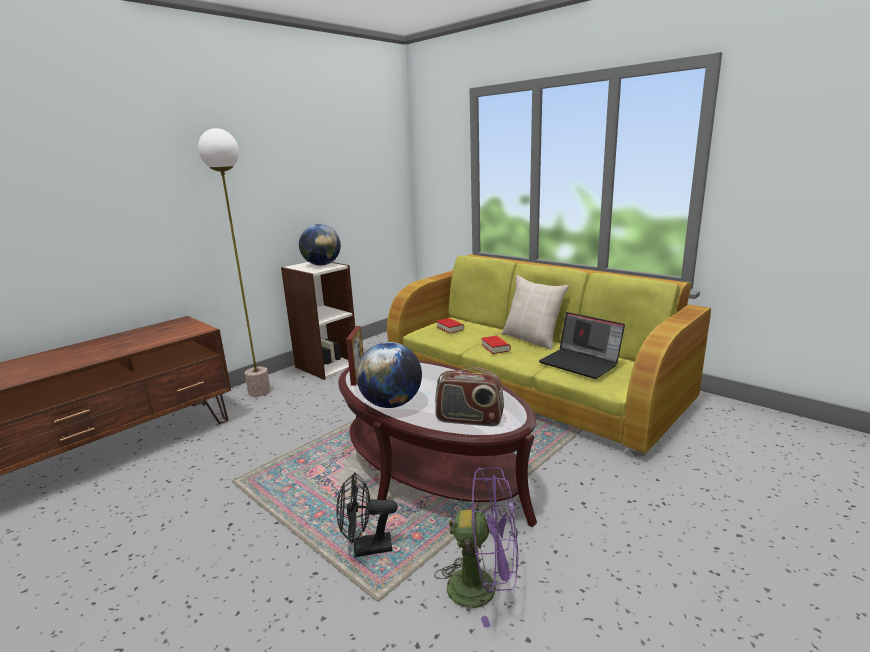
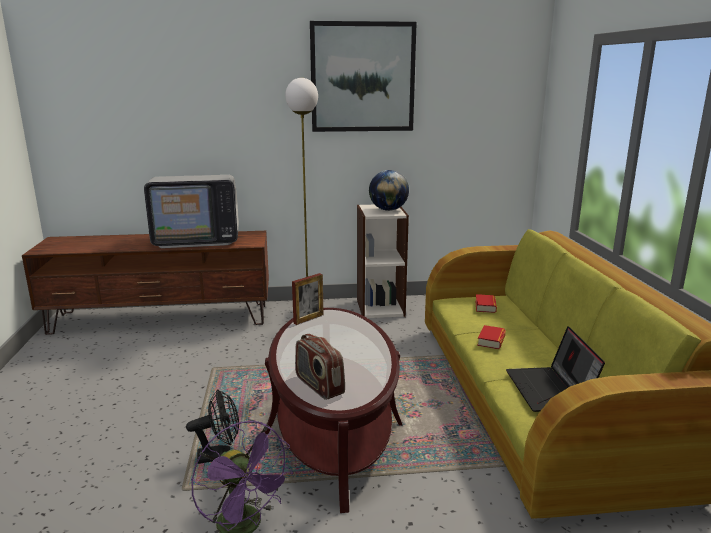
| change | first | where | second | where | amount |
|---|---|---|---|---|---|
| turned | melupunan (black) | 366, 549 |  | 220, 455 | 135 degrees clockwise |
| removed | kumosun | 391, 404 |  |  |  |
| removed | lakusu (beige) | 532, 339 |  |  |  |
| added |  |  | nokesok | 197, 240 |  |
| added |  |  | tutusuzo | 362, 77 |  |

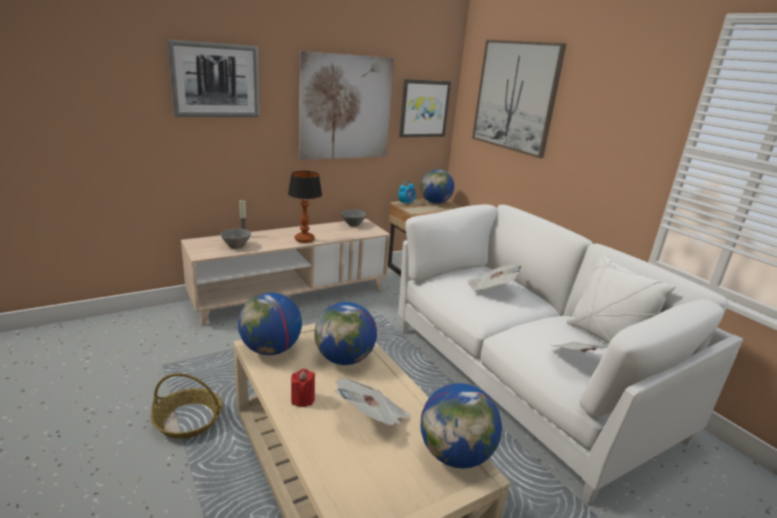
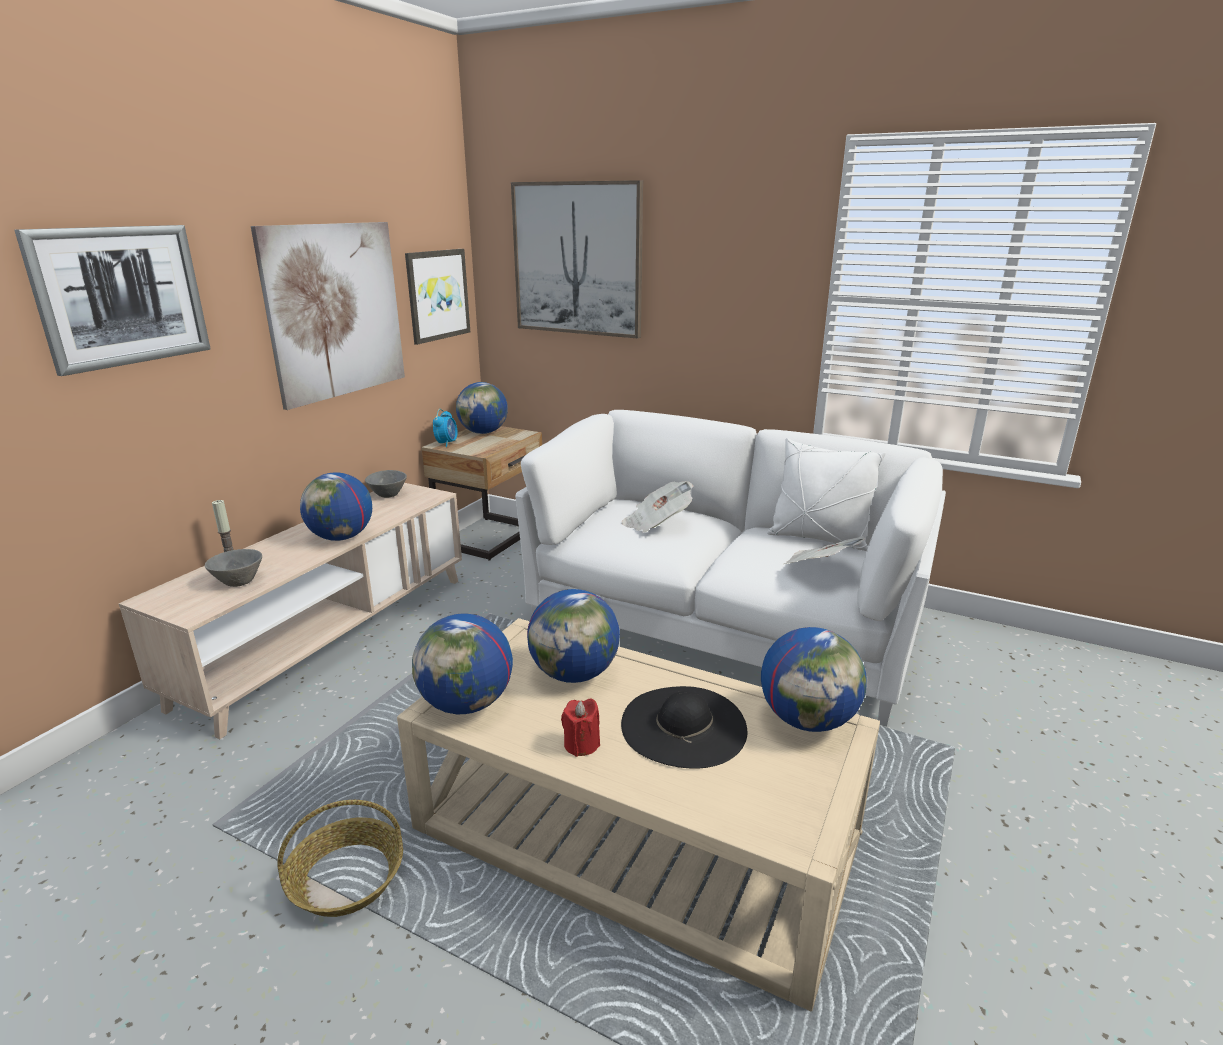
| change | first | where | second | where | amount |
|---|---|---|---|---|---|
| replaced | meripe | 305, 240 | kumosun | 341, 537 |  |
| replaced | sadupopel | 372, 418 | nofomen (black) | 683, 725 |  |

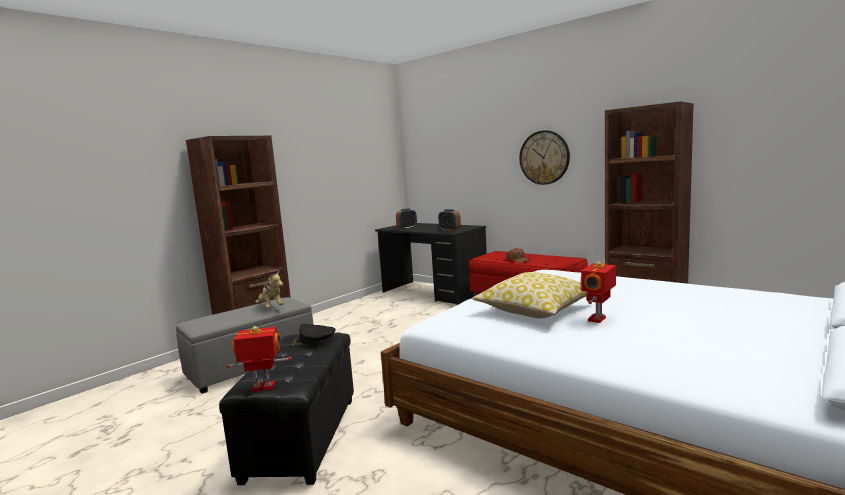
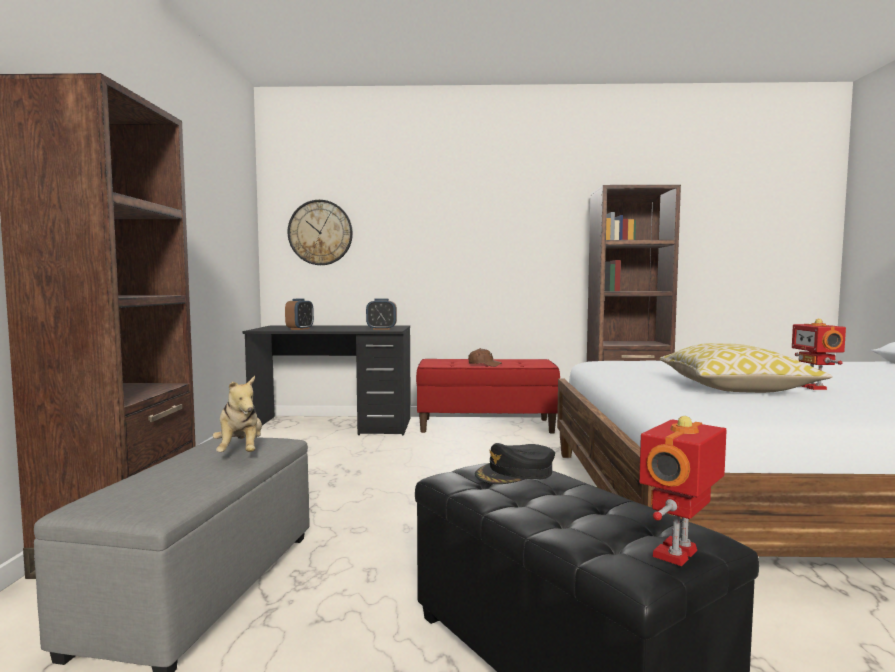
| change | first | where | second | where | amount |
|---|---|---|---|---|---|
| turned | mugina | 270, 308 |  | 241, 453 | 60 degrees clockwise |
| moved | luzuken | 544, 157 |  | 320, 232 |  |

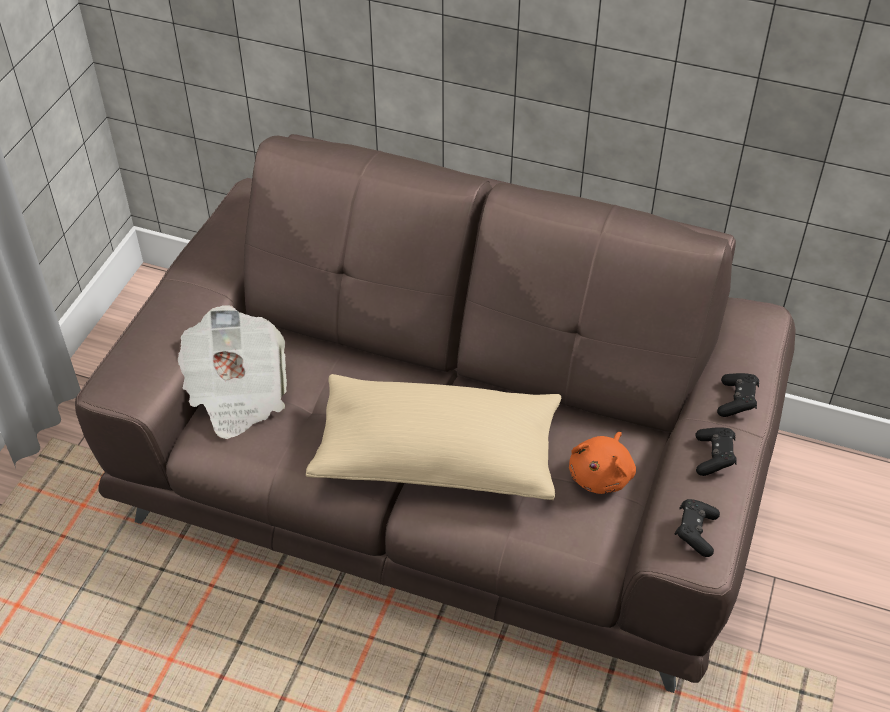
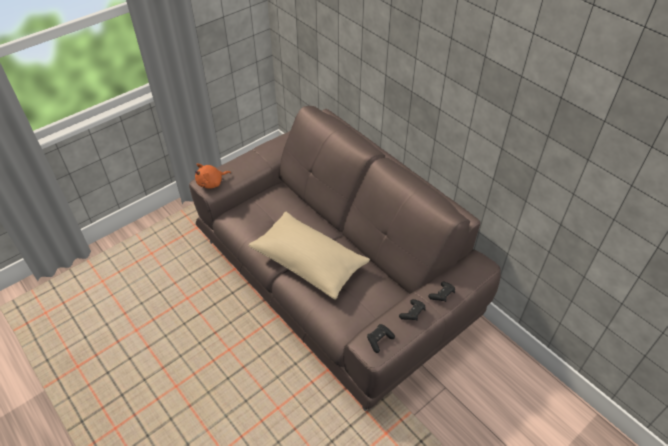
| change | first | where | second | where | amount |
|---|---|---|---|---|---|
| removed | sadupopel | 236, 393 |  |  |  |
| moved | mugina (orange) | 602, 475 |  | 212, 183 |  |

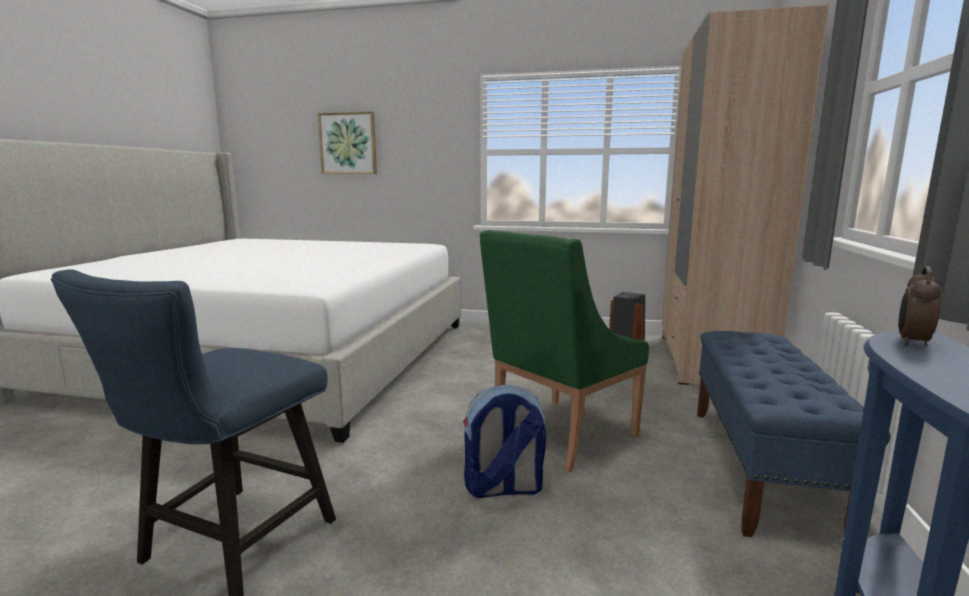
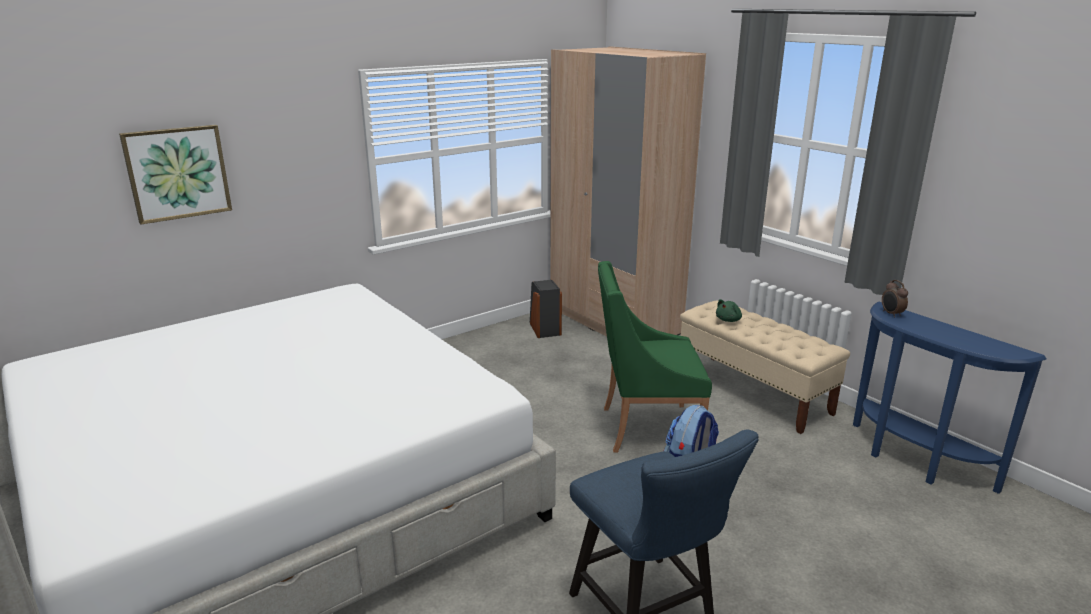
| change | first | where | second | where | amount |
|---|---|---|---|---|---|
| turned | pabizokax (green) | 559, 434 |  | 646, 428 | 90 degrees clockwise |
| recoloured | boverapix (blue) | 761, 468 | boverapix (beige) | 753, 392 |  |
| added |  |  | mugina (green) | 729, 320 |  |

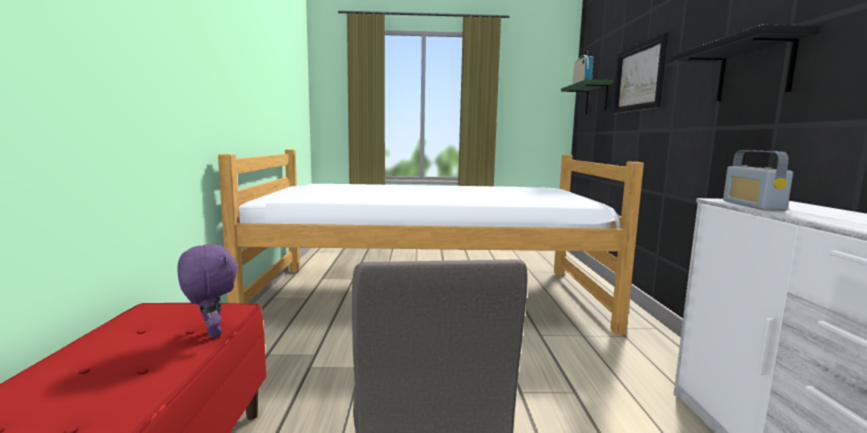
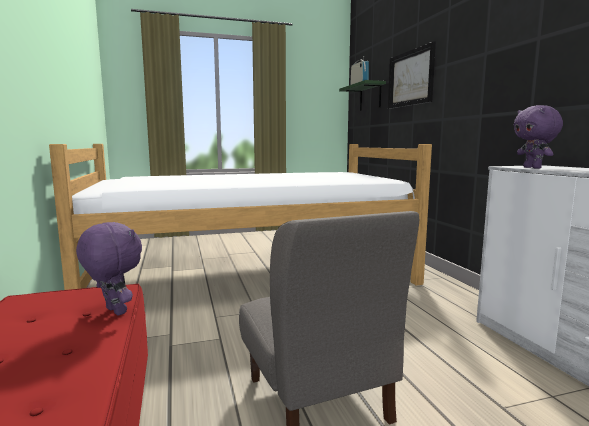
| change | first | where | second | where | amount |
|---|---|---|---|---|---|
| removed | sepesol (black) | 754, 70 |  |  |  |
| replaced | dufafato | 752, 205 | mugina (purple) | 533, 168 |  |

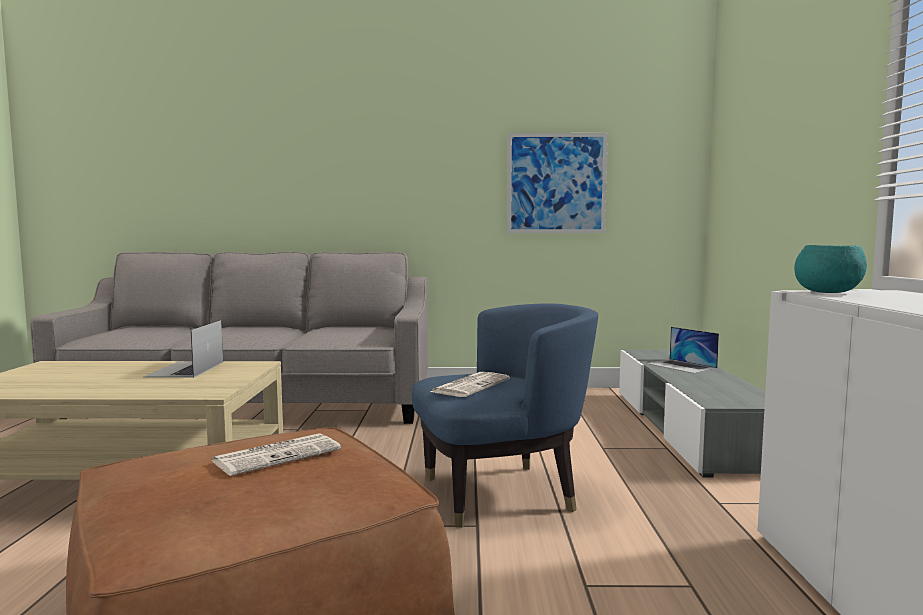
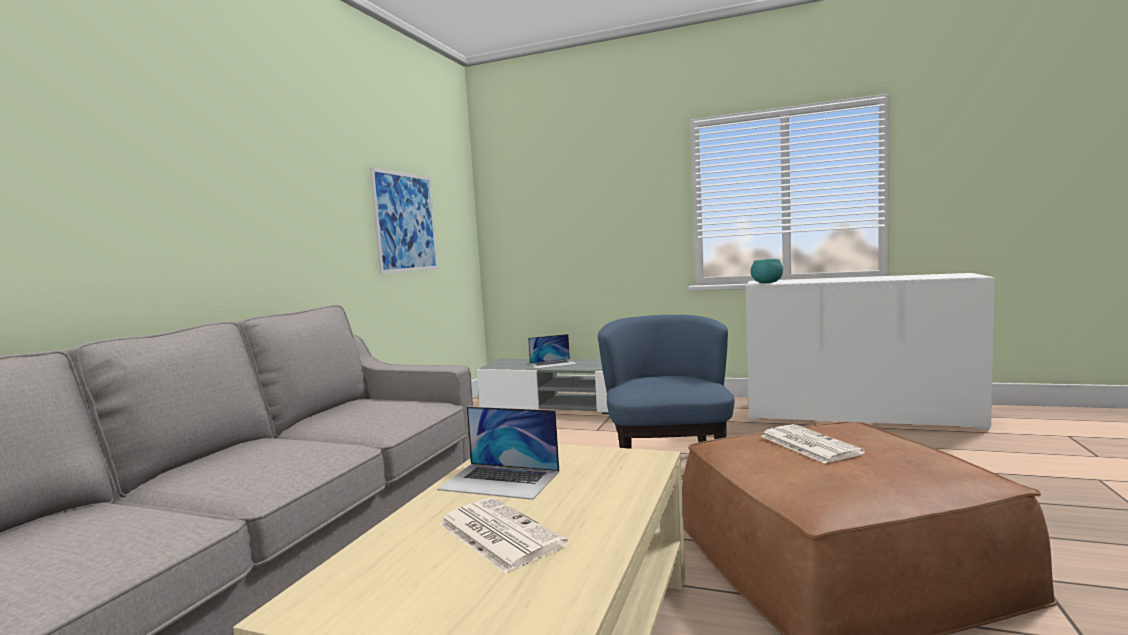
| change | first | where | second | where | amount |
|---|---|---|---|---|---|
| moved | sadupopel | 470, 385 |  | 497, 534 |  |

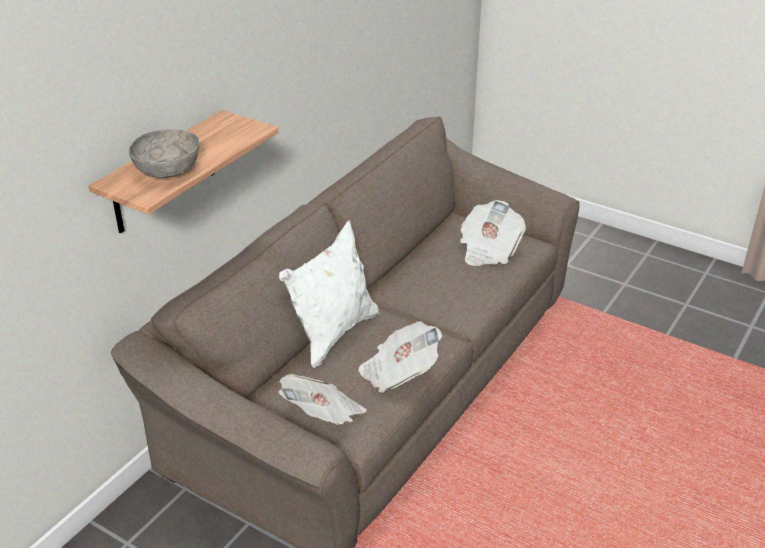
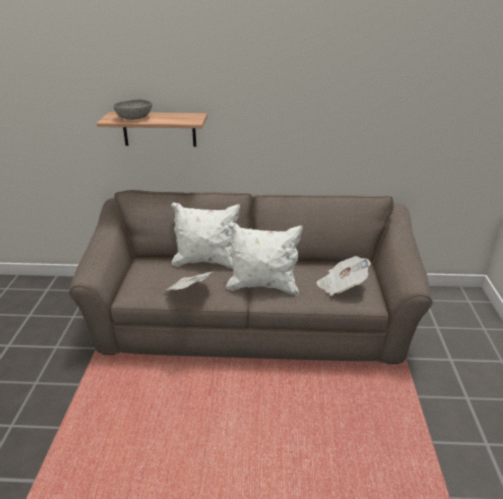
| change | first | where | second | where | amount |
|---|---|---|---|---|---|
| removed | sadupopel | 323, 416 |  |  |  |
| added |  |  | lakusu (white) | 263, 286 |  |

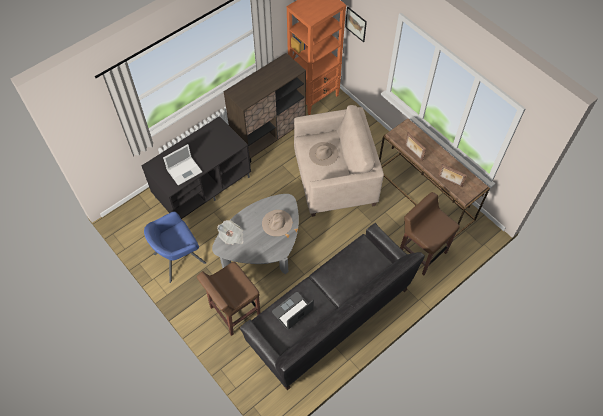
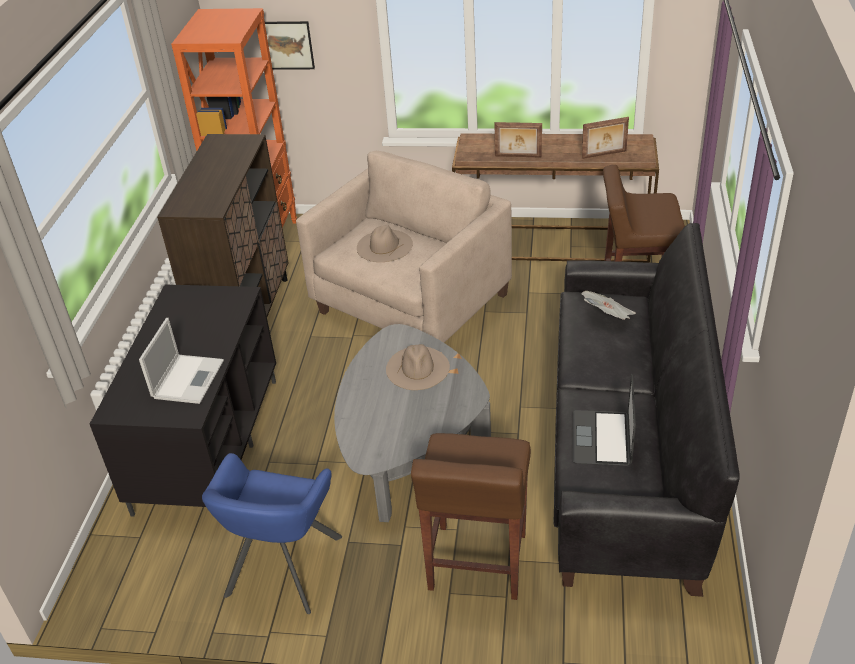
| change | first | where | second | where | amount |
|---|---|---|---|---|---|
| moved | sadupopel | 232, 237 |  | 608, 317 |  |

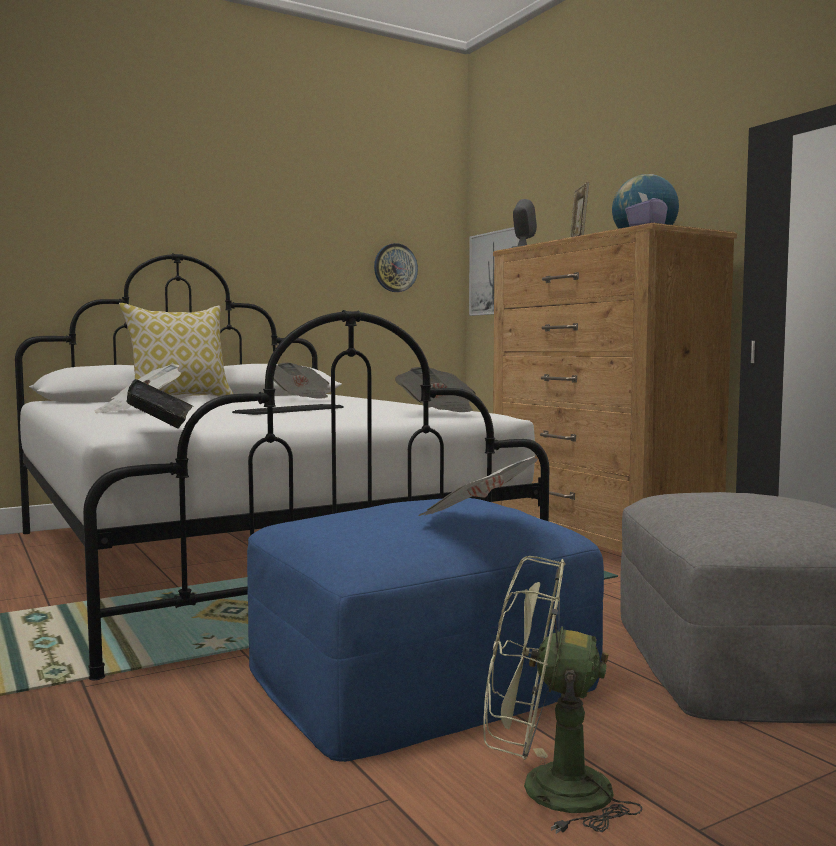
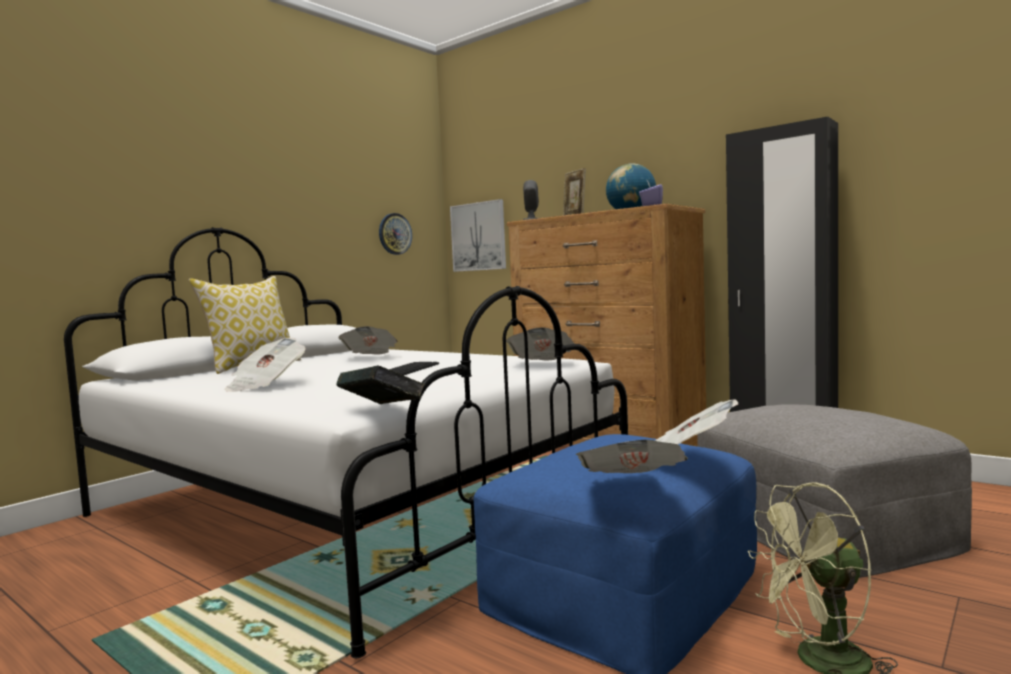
| change | first | where | second | where | amount |
|---|---|---|---|---|---|
| added |  |  | sadupopel | 632, 489 |  |

